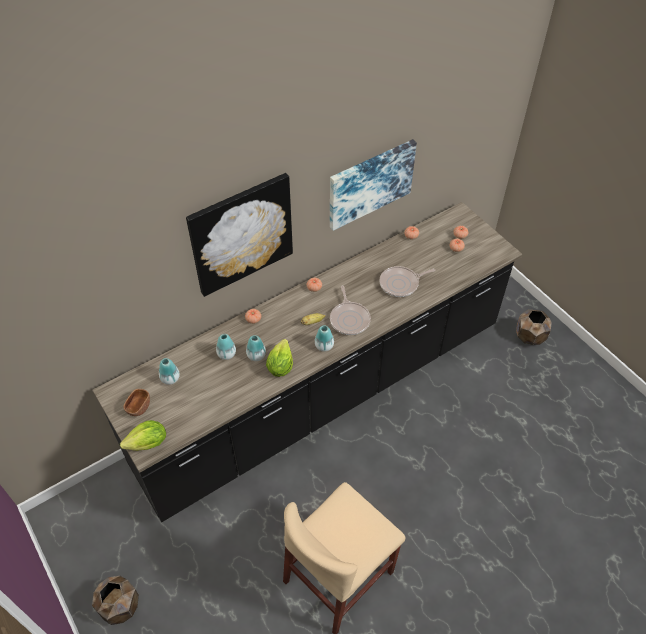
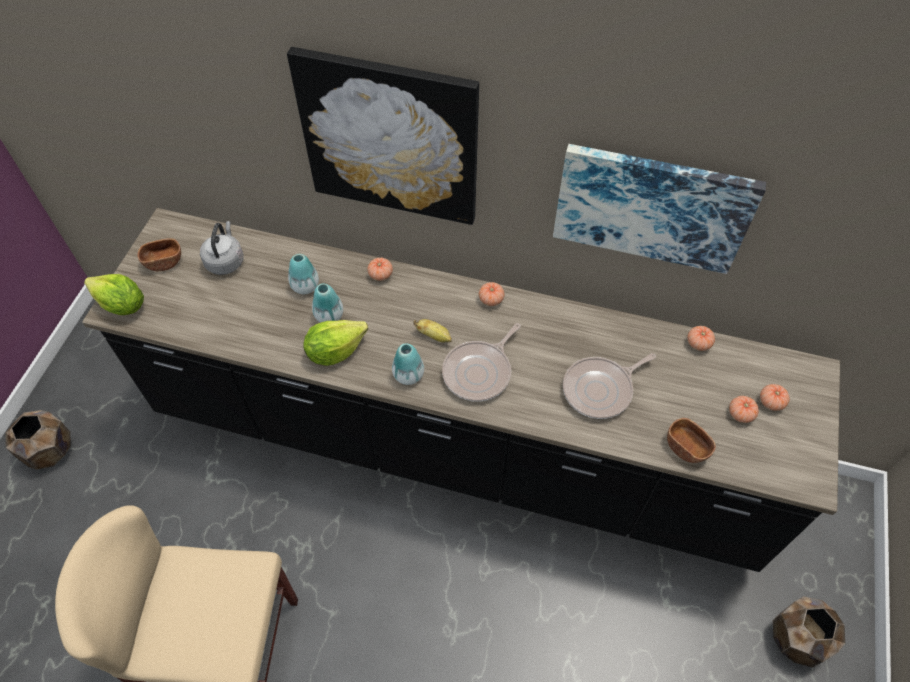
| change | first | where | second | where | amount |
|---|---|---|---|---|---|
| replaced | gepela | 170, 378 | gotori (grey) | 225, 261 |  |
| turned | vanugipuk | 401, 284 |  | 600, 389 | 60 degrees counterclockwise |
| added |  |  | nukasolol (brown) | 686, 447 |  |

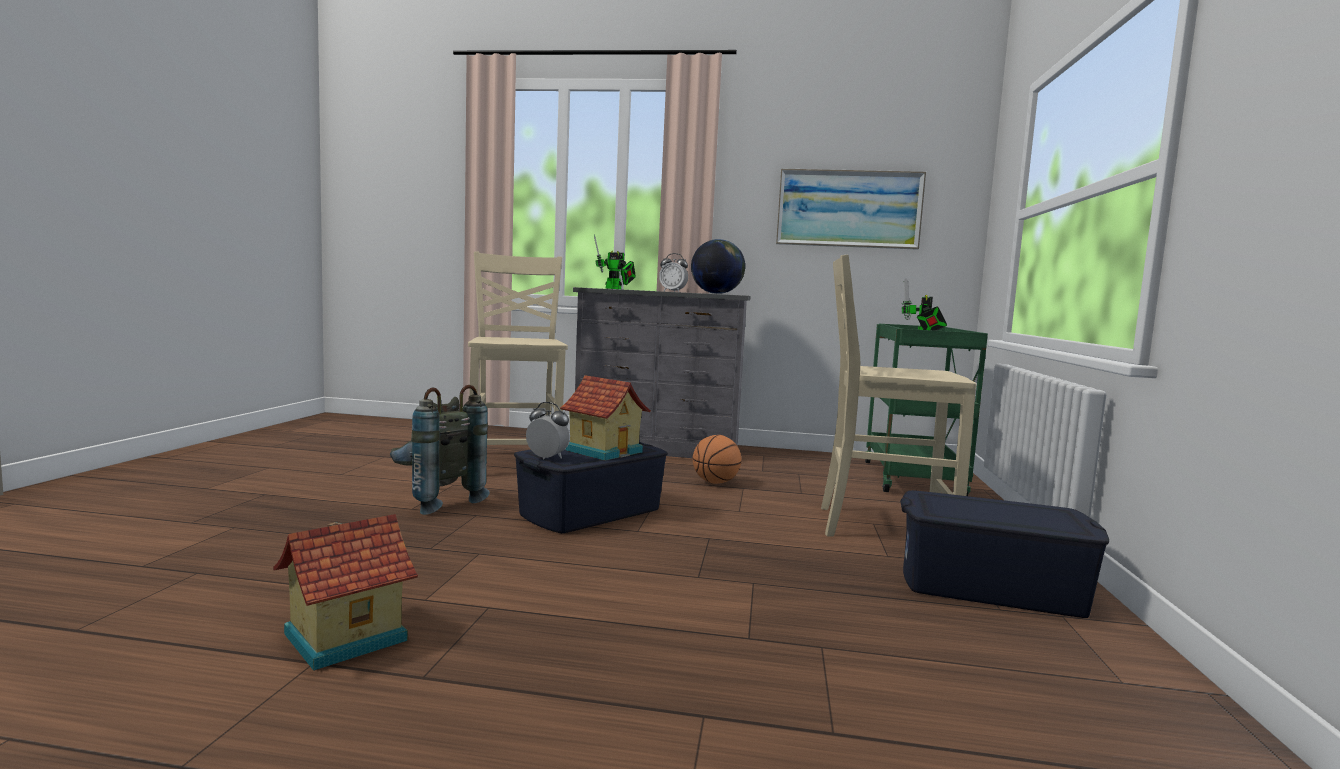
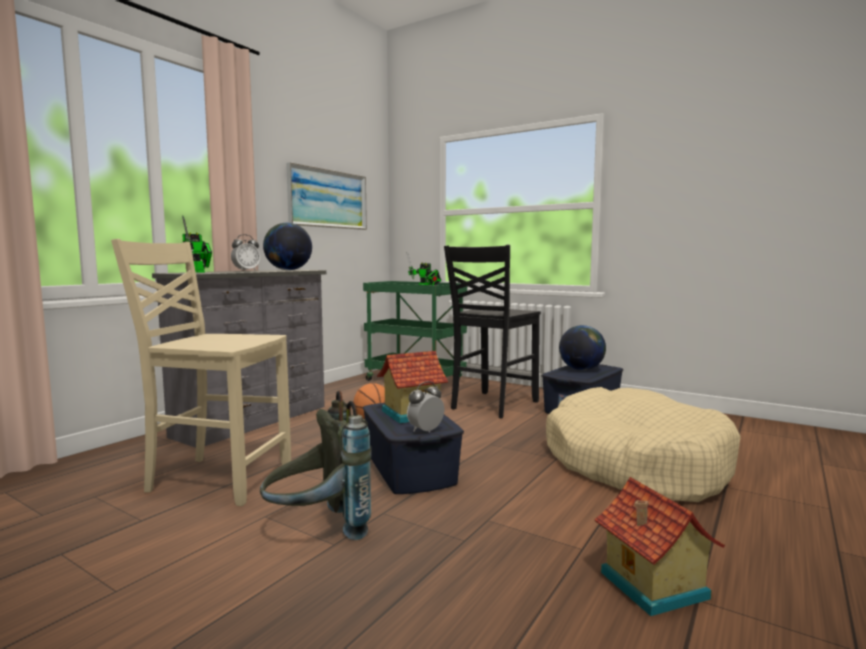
| change | first | where | second | where | amount |
|---|---|---|---|---|---|
| recoloured | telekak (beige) | 881, 527 | telekak (black) | 492, 405 |  |
| added |  |  | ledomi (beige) | 634, 464 |  |
| added |  |  | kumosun | 581, 369 |  |

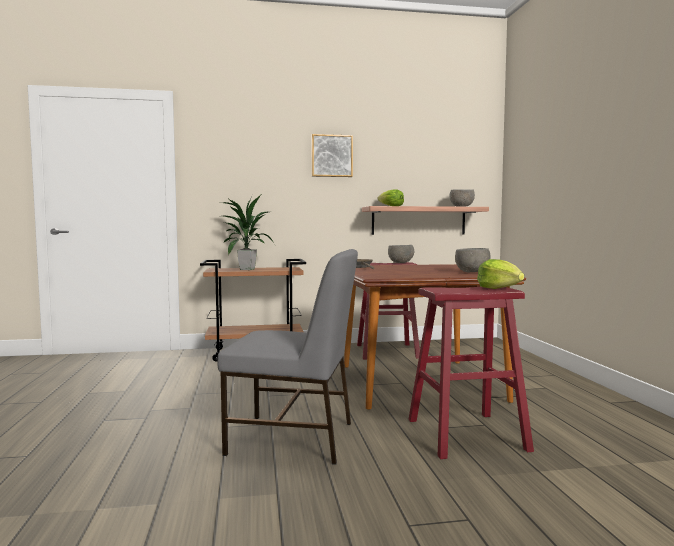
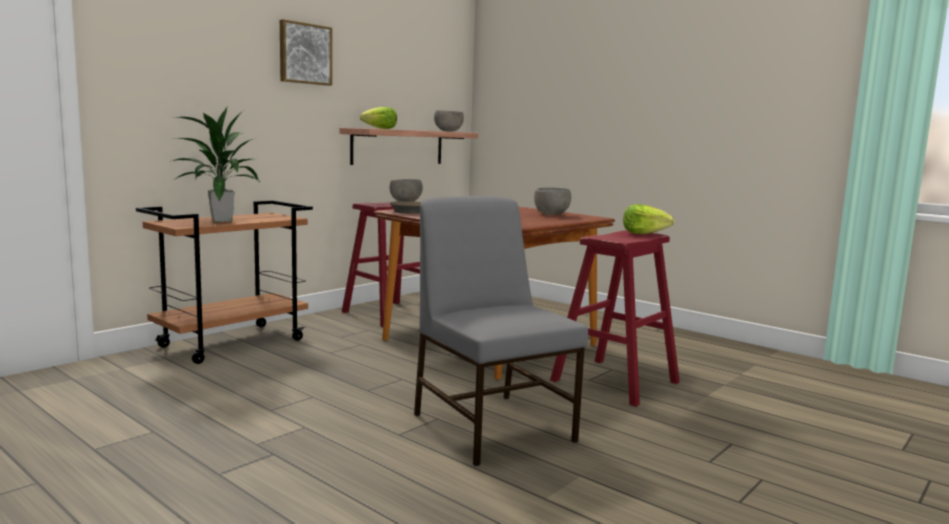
| change | first | where | second | where | amount |
|---|---|---|---|---|---|
| turned | telekak (grey) | 294, 439 |  | 492, 426 | 90 degrees counterclockwise |

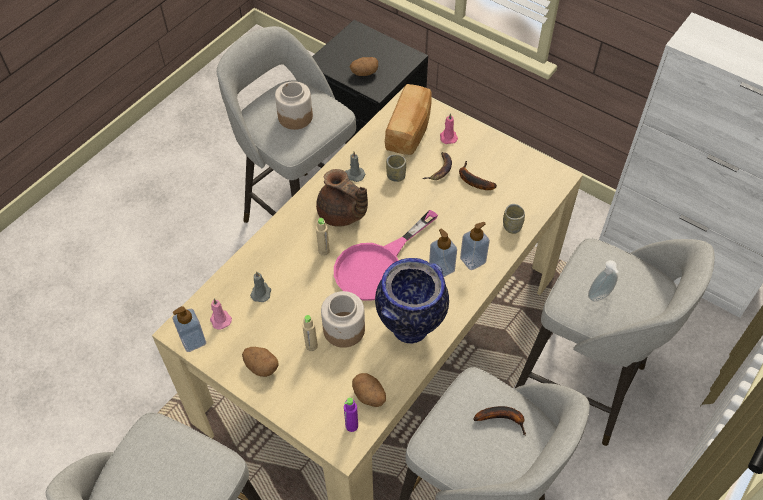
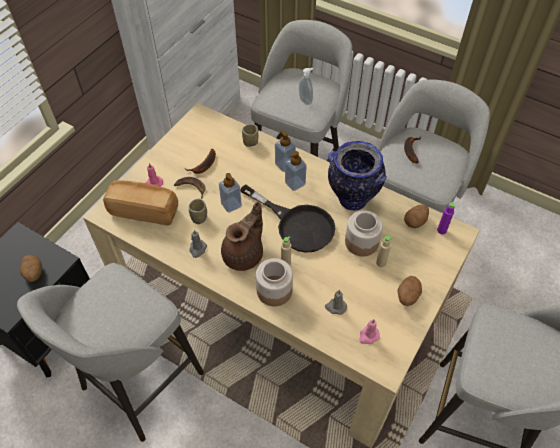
| change | first | where | second | where | amount |
|---|---|---|---|---|---|
| moved | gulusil | 193, 341 |  | 231, 205 |  |
| moved | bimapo | 295, 117 |  | 274, 291 |  |
| recoloured | vanugipuk (pink) | 377, 266 | vanugipuk (black) | 297, 224 |  |

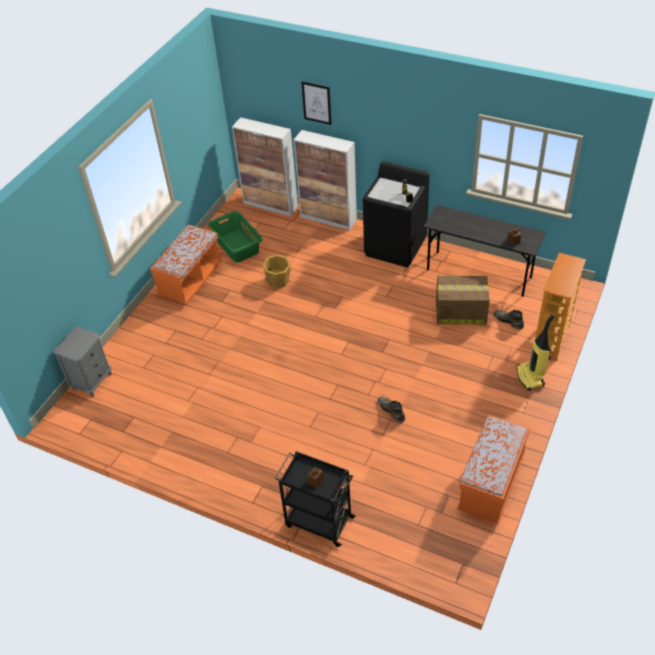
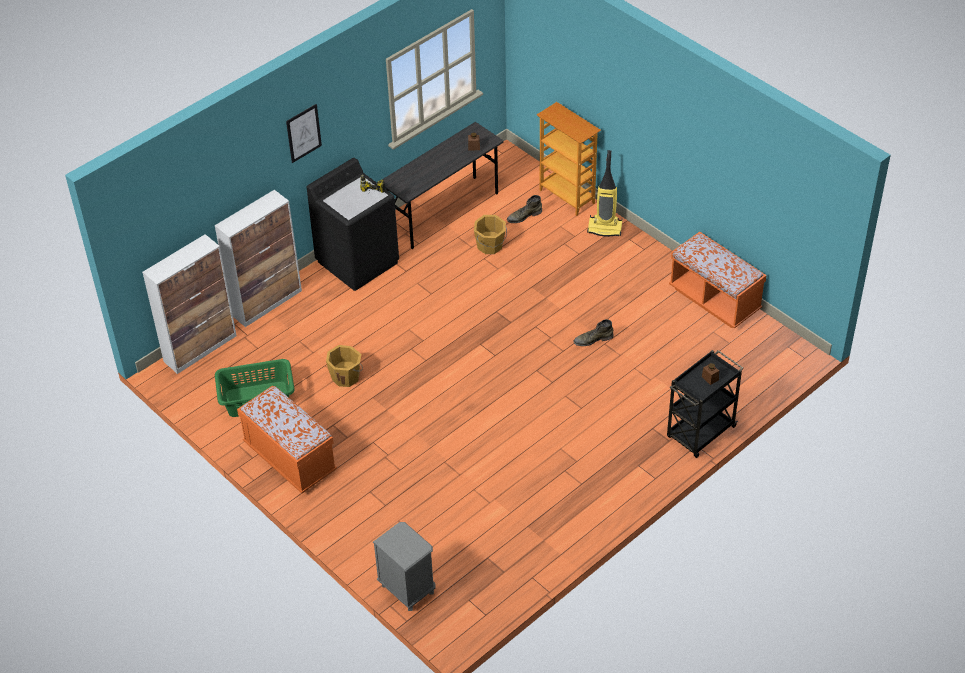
| change | first | where | second | where | amount |
|---|---|---|---|---|---|
| moved | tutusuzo | 316, 103 |  | 303, 133 |  |
| replaced | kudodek | 460, 312 | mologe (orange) | 490, 246 |  |

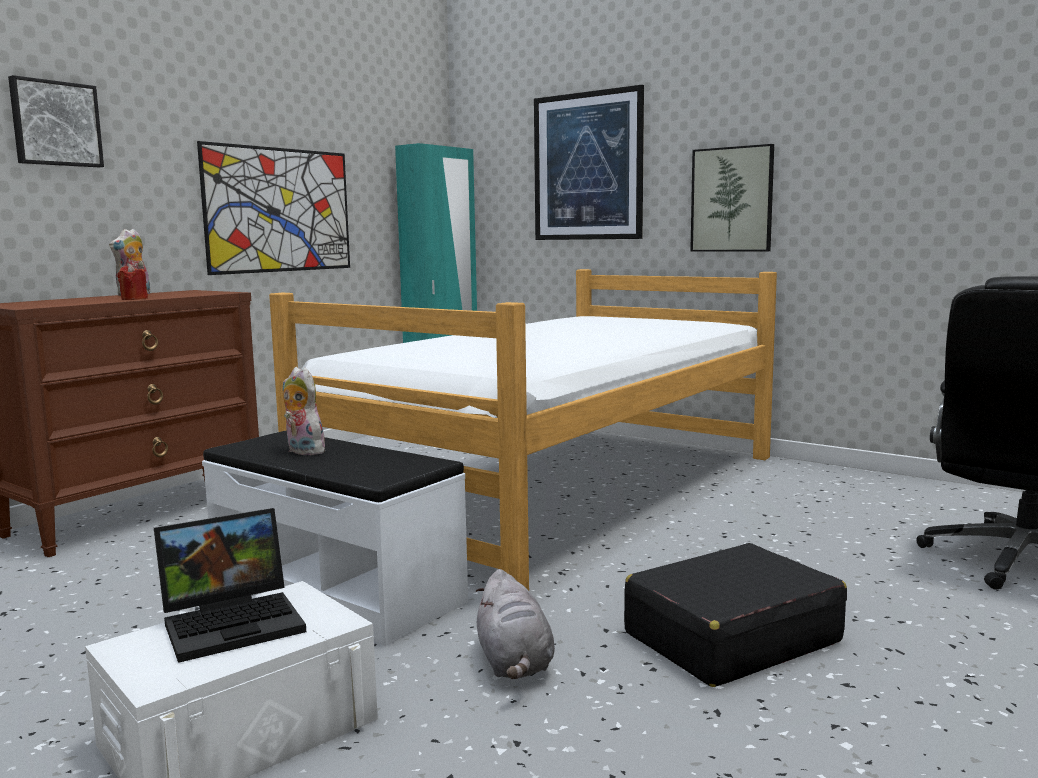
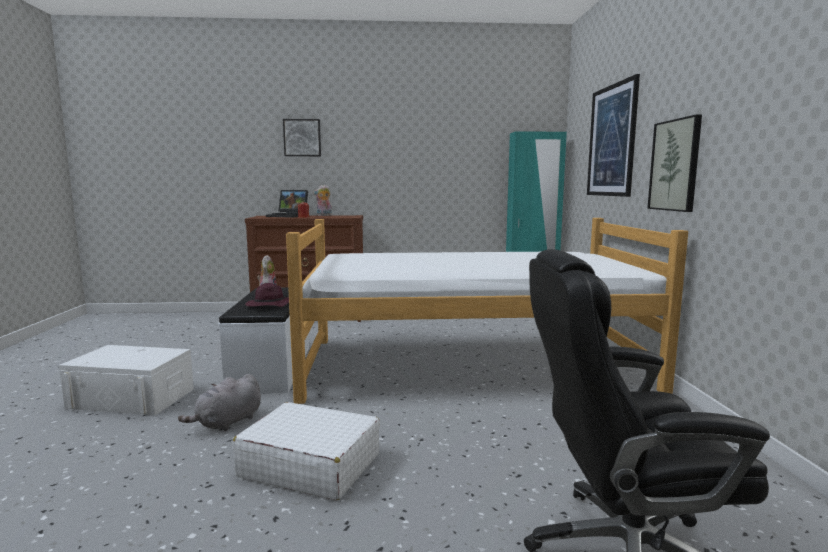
| change | first | where | second | where | amount |
|---|---|---|---|---|---|
| moved | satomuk | 235, 622 |  | 289, 216 |  |
| removed | tutusuzo | 279, 210 |  |  |  |
| recoloured | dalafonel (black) | 730, 637 | dalafonel (white) | 310, 465 |  |
| added |  |  | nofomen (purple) | 268, 305 |  |

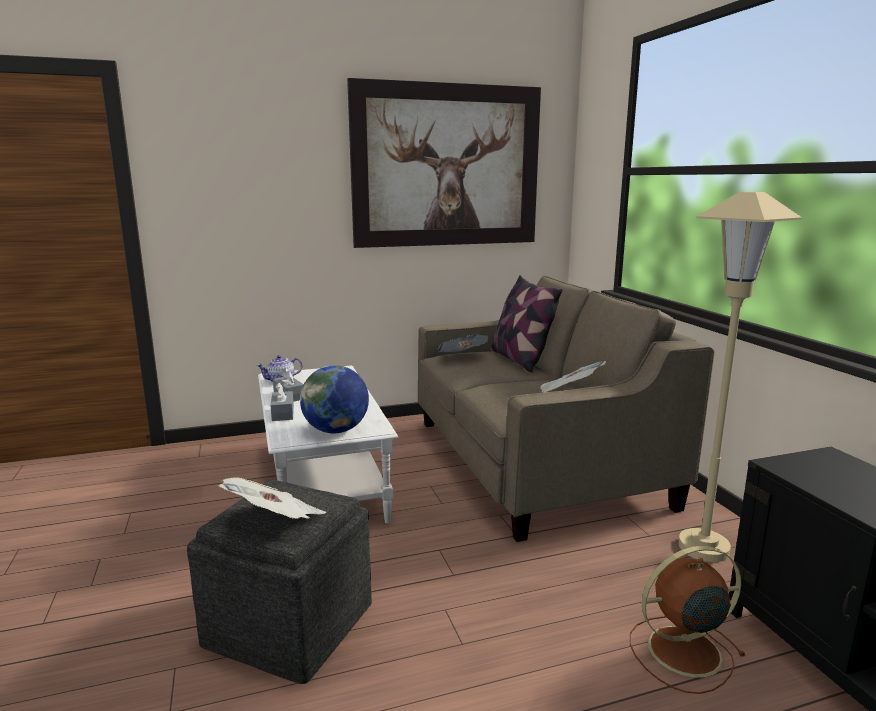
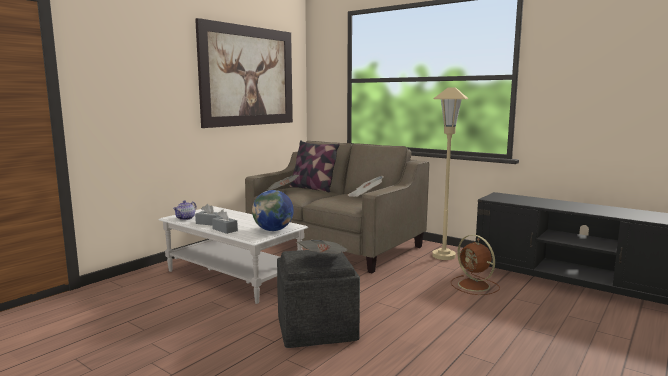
| change | first | where | second | where | amount |
|---|---|---|---|---|---|
| turned | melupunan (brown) | 681, 651 |  | 475, 286 | 75 degrees counterclockwise |

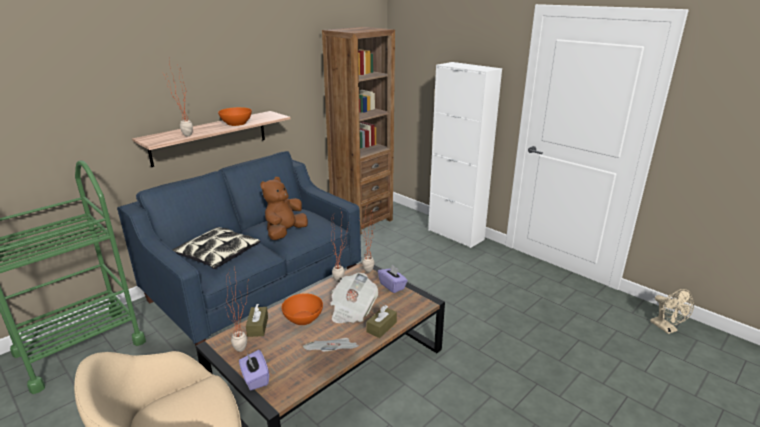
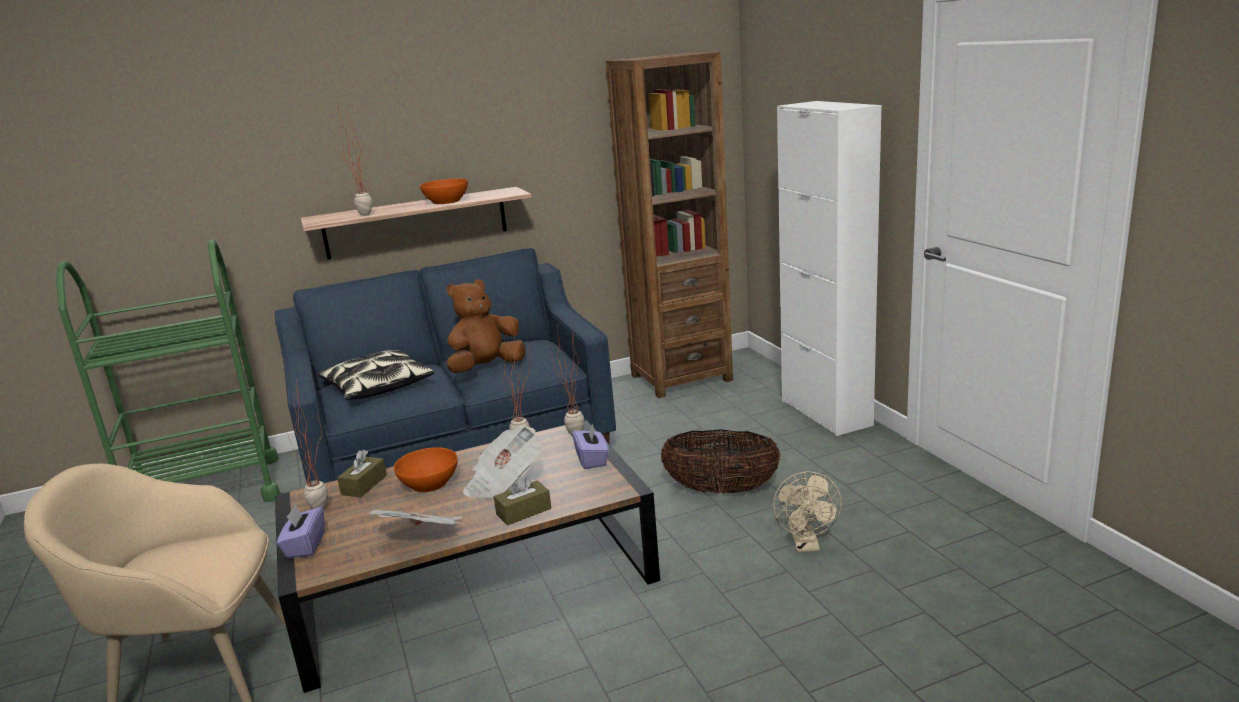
| change | first | where | second | where | amount |
|---|---|---|---|---|---|
| moved | melupunan (beige) | 666, 328 |  | 806, 545 |  |
| added |  |  | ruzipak | 721, 490 |  |

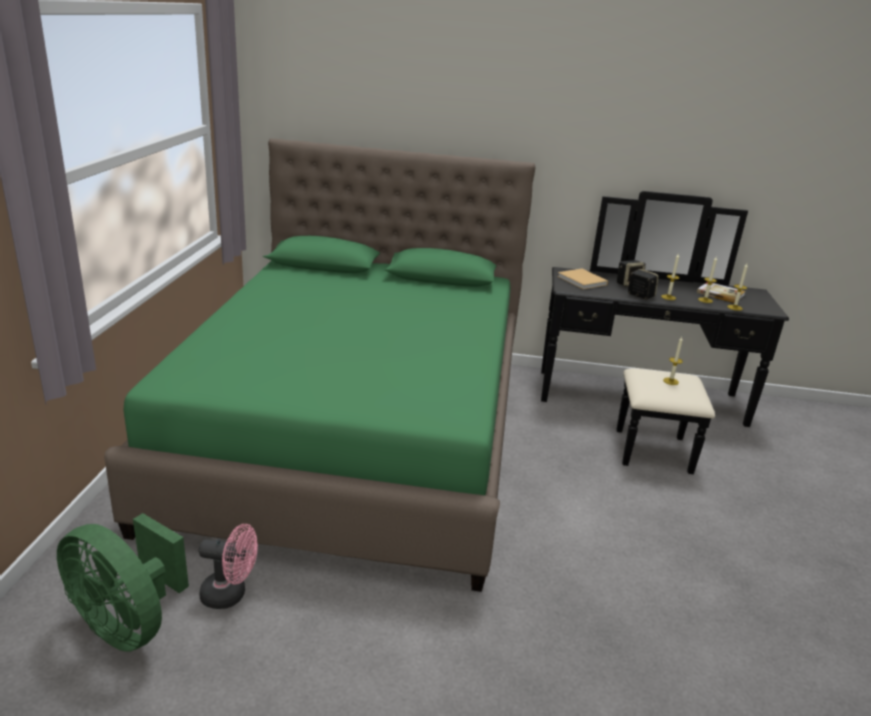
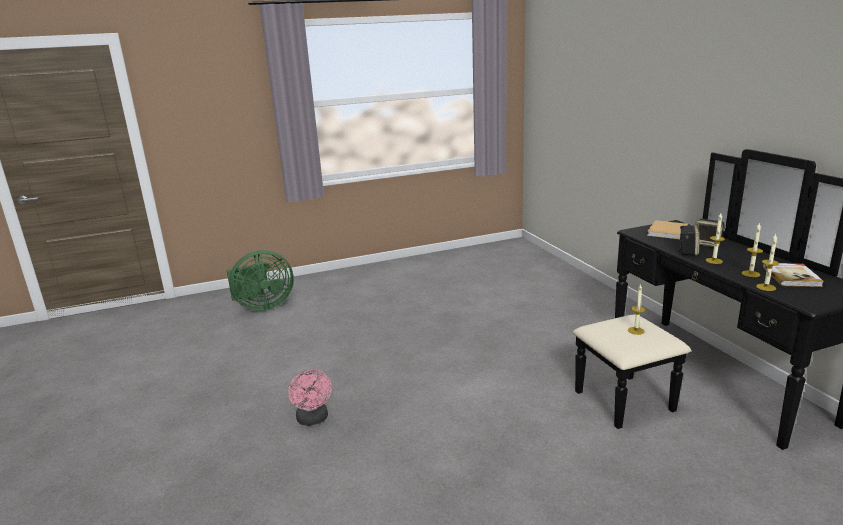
| change | first | where | second | where | amount |
|---|---|---|---|---|---|
| turned | melupunan (green) | 128, 623 |  | 262, 306 | 120 degrees counterclockwise |
| removed | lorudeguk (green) | 356, 435 |  |  |  |
| moved | melupunan (pink) | 230, 595 |  | 313, 419 |  |

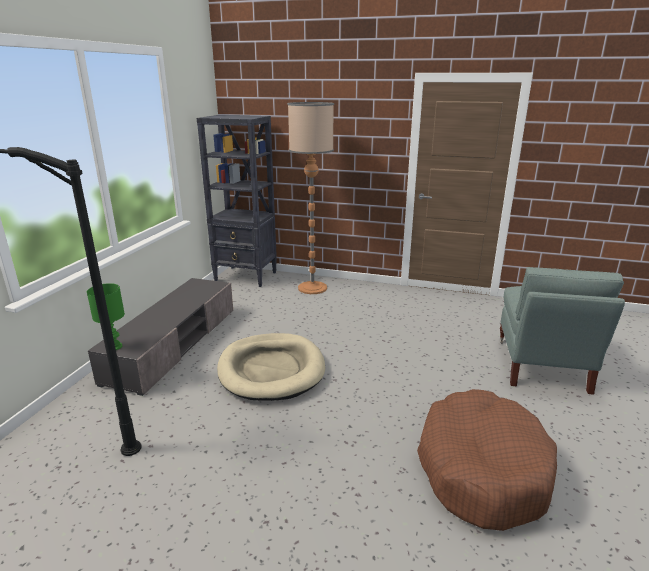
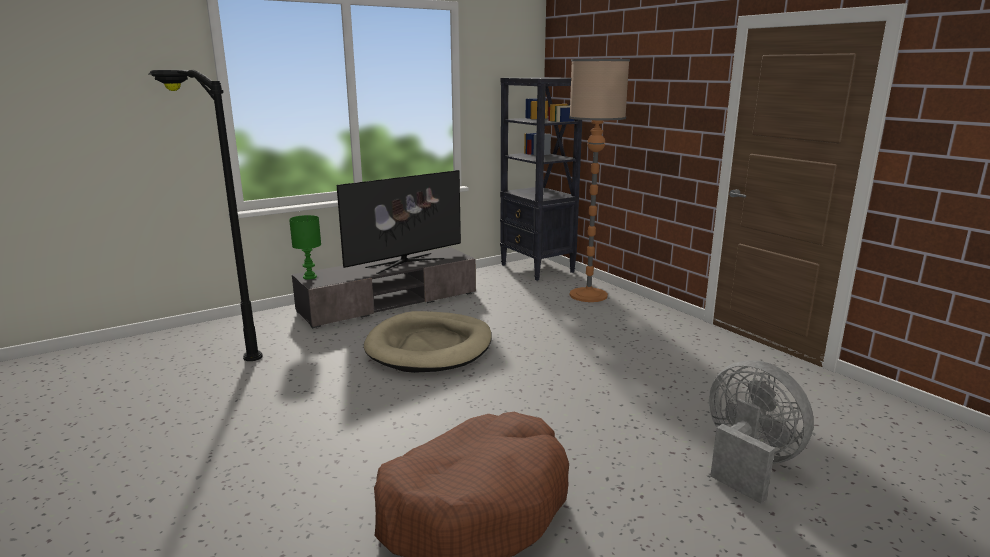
| change | first | where | second | where | amount |
|---|---|---|---|---|---|
| replaced | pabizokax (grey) | 541, 366 | melupunan (grey) | 747, 463 |  |
| added |  |  | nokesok | 404, 263 |  |

